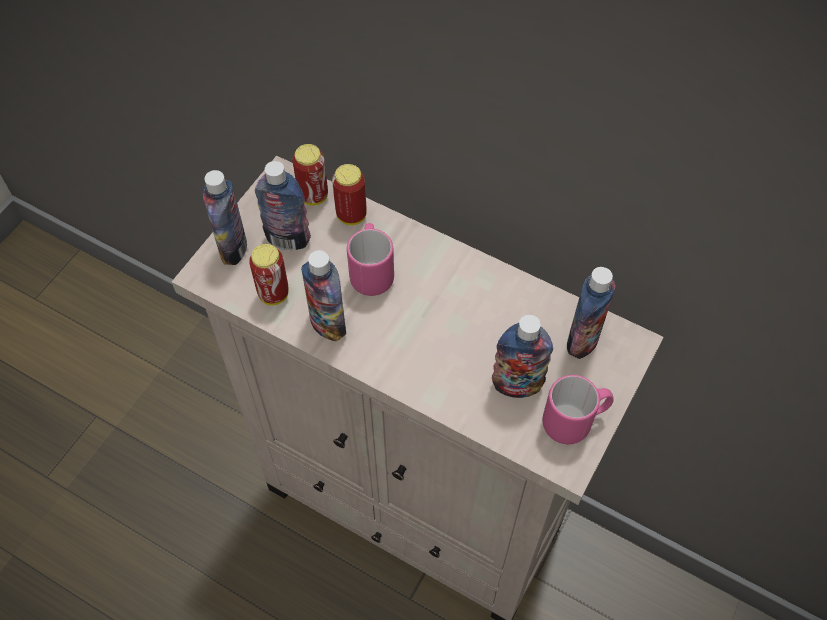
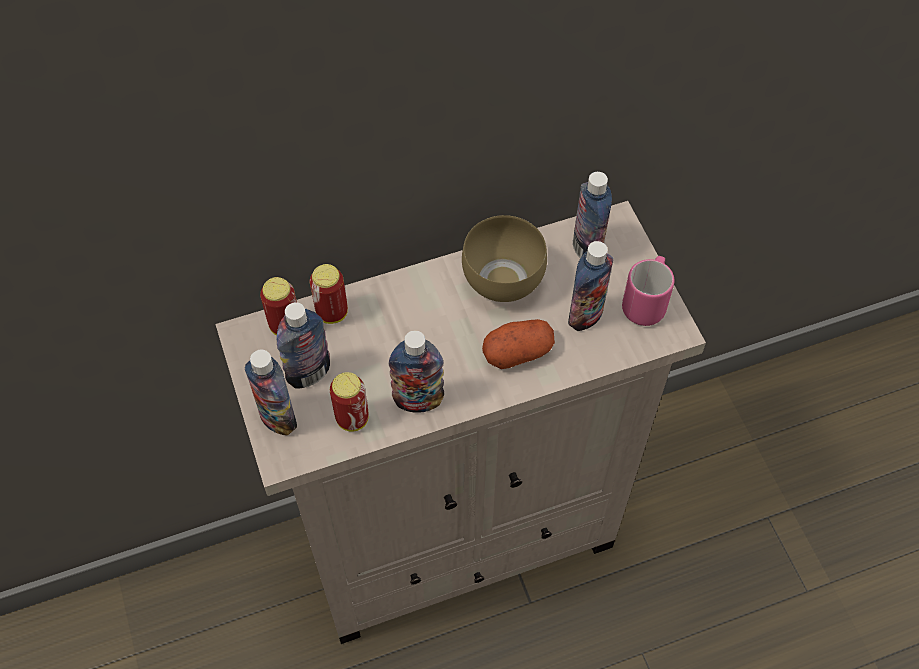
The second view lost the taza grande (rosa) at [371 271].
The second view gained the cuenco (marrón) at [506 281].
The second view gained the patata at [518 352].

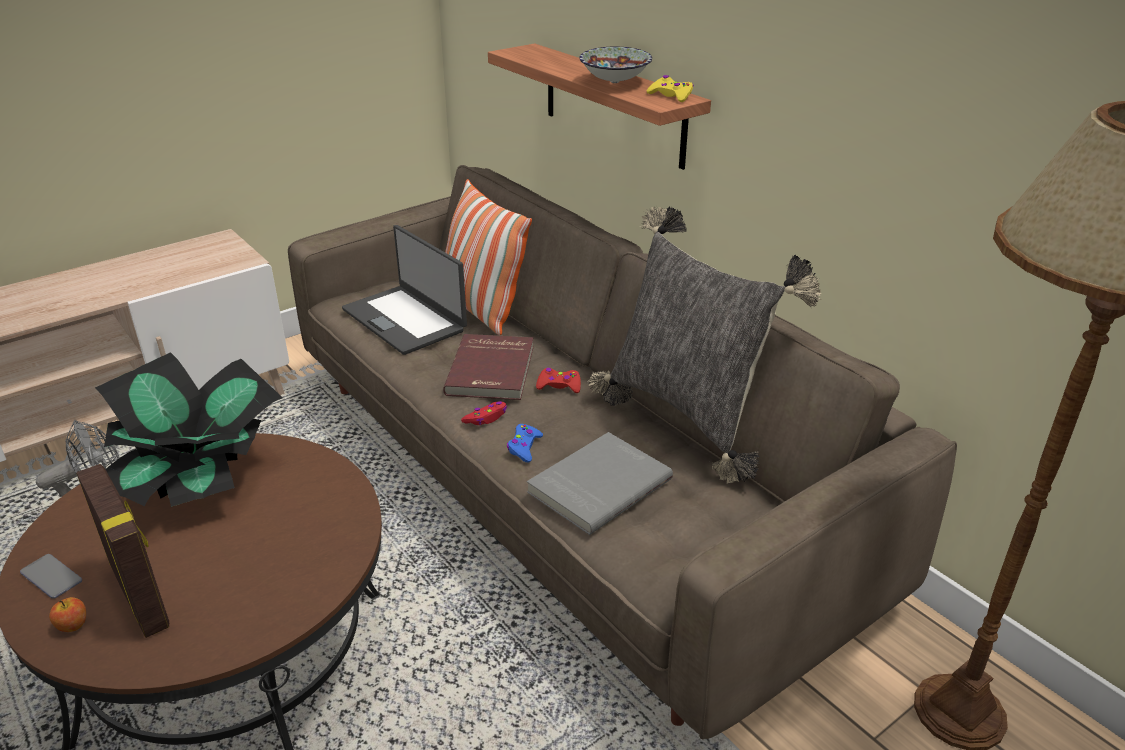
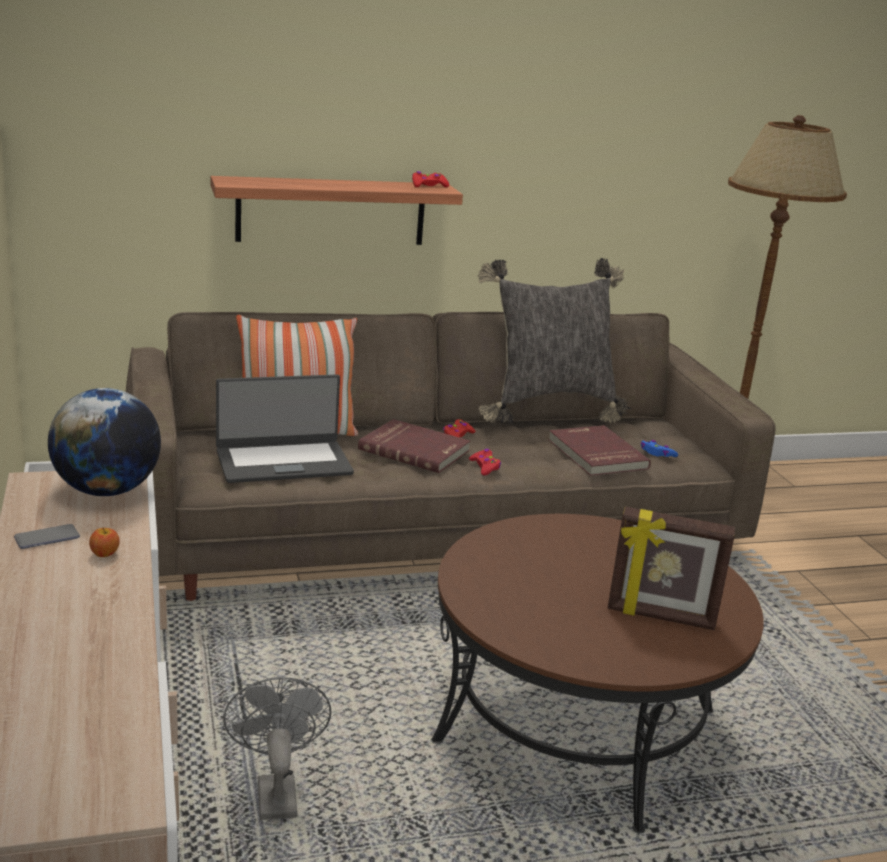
The móvil ended up elsewhere, having gone from [51 577] to [47 538].
The manzana ended up elsewhere, having gone from [72 625] to [105 554].
The portarretratos at [141 595] ended up facing another way, 150 degrees counterclockwise from before.
The second view lost the planta en maceta at [201 482].
The mando de consola (azul) ended up elsewhere, having gone from [524 447] to [657 453].
What was the libro (gris) at [598 485] turned into the libro (rojo) at [595 454].
The second view lost the cuenco at [614 82].
What was the mando de consola (amarillo) at [671 96] turned into the mando de consola (rojo) at [428 185].
The second view gained the globo terráqueo at [107 490].

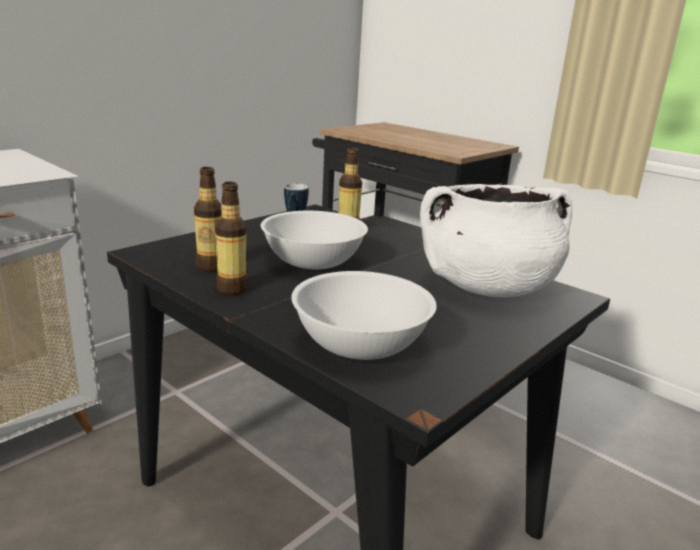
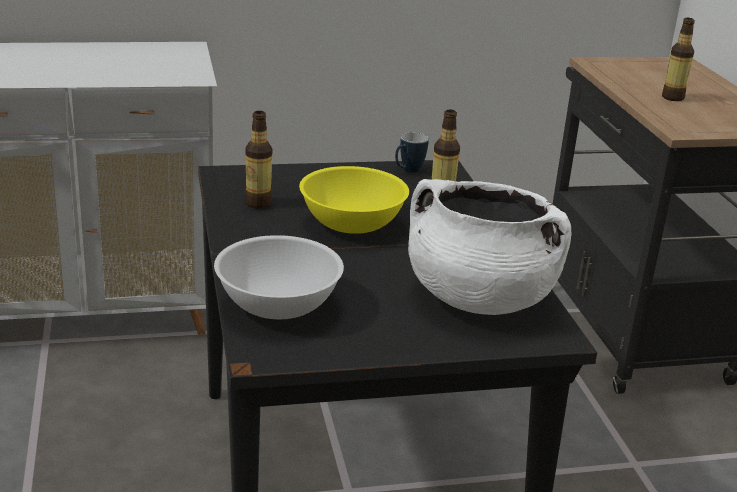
The botella ended up elsewhere, having gone from [232 289] to [672 98].
What was the cuenco (blanco) at [312 262] turned into the cuenco (amarillo) at [352 223].

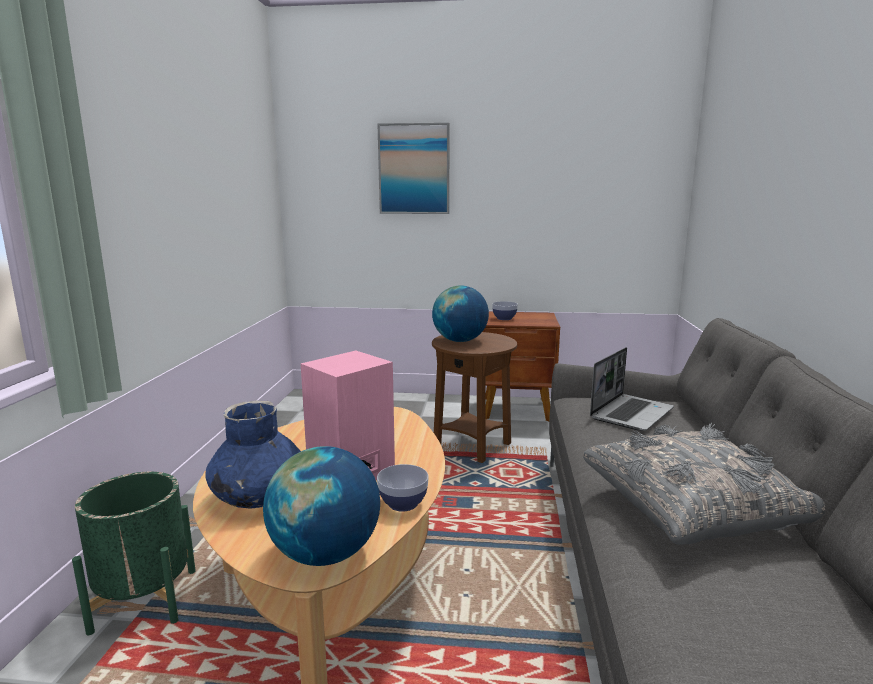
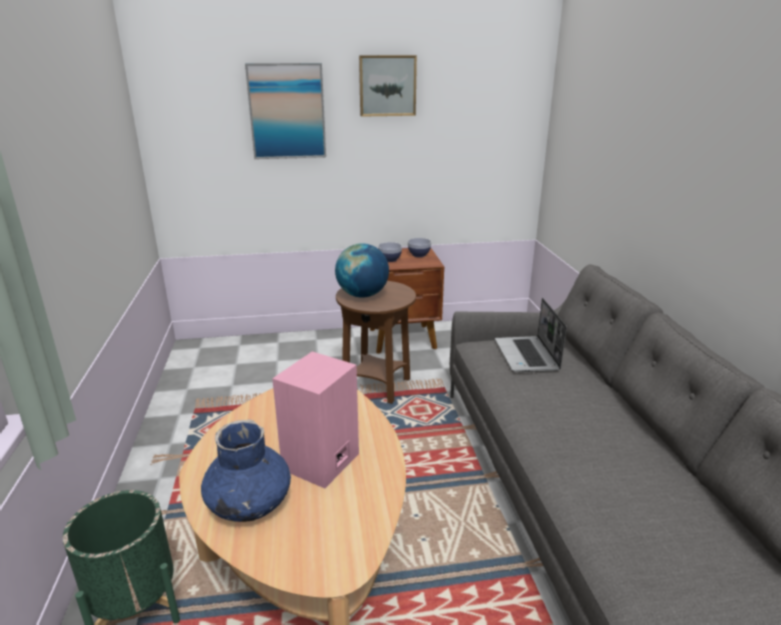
The second view lost the globo terráqueo at [325 554].
The cuenco ended up elsewhere, having gone from [403 503] to [419 255].
The second view lost the cojín (gris) at [690 512].
The portátil at [631 413] ended up facing another way, 150 degrees clockwise from before.
The second view gained the cuadro at [387 86].

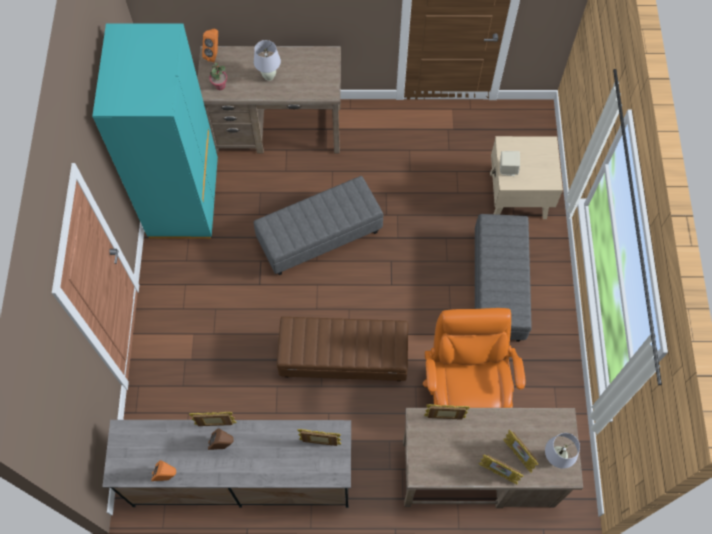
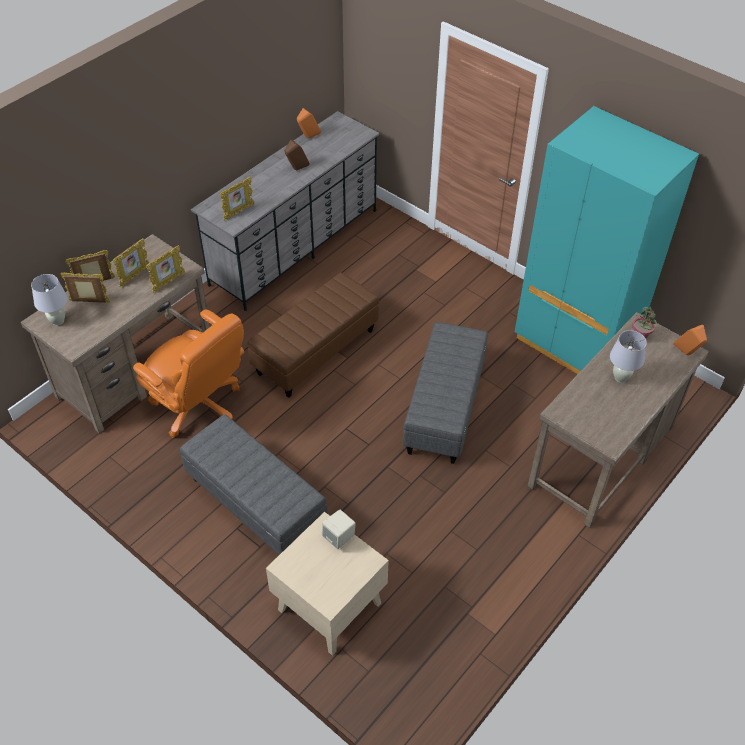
The portarretratos ended up elsewhere, having gone from [215 424] to [134 276].

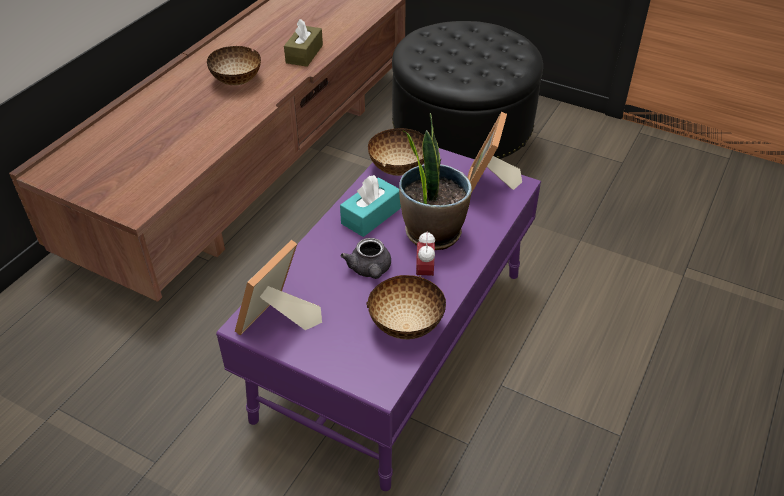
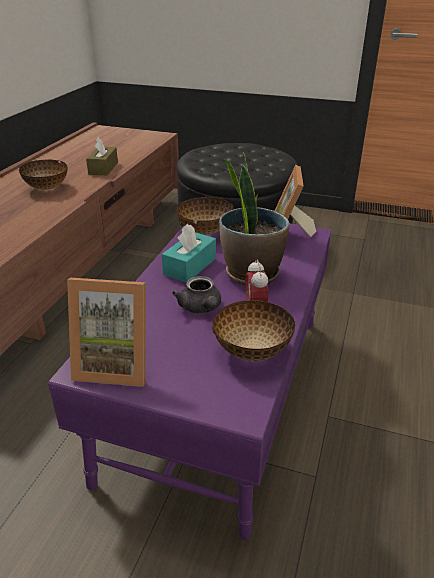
The portarretratos at [277 322] ended up facing another way, 105 degrees counterclockwise from before.

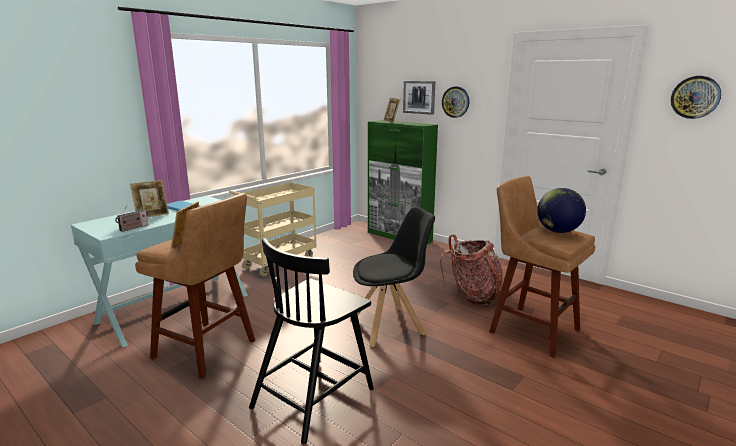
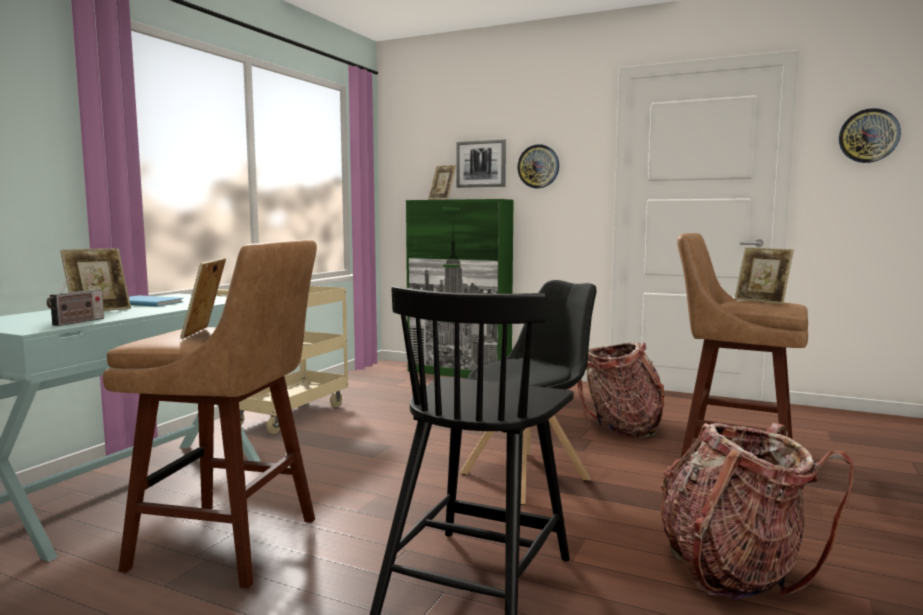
Where the globo terráqueo stood at [558 231], the portarretratos came to stand at [761 301].
The second view gained the mochila at [733 569].

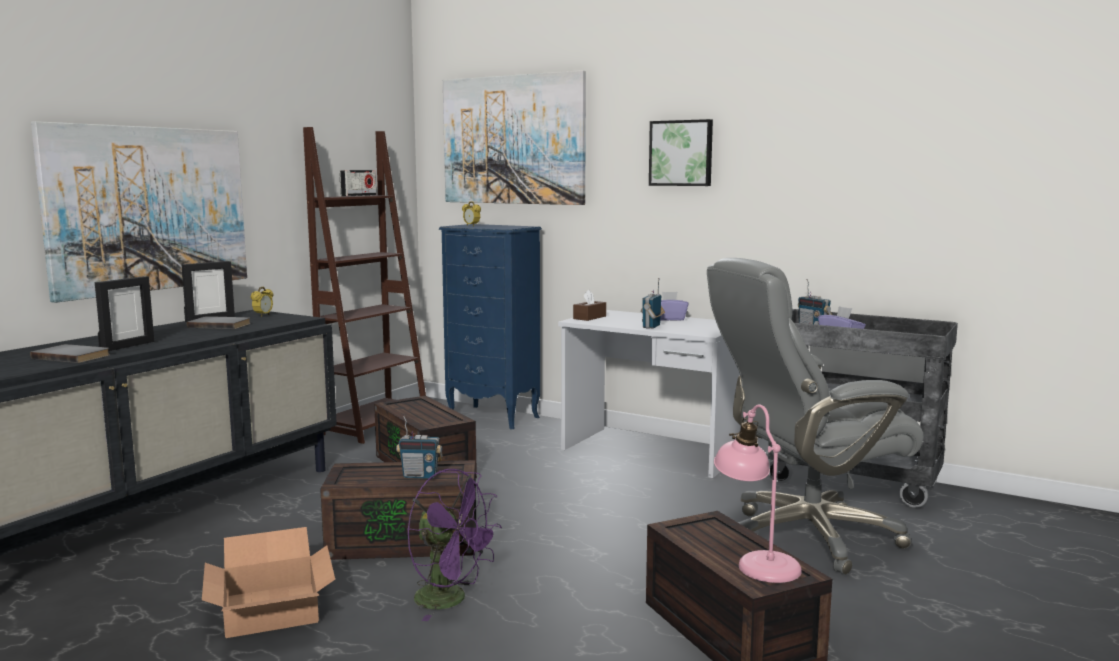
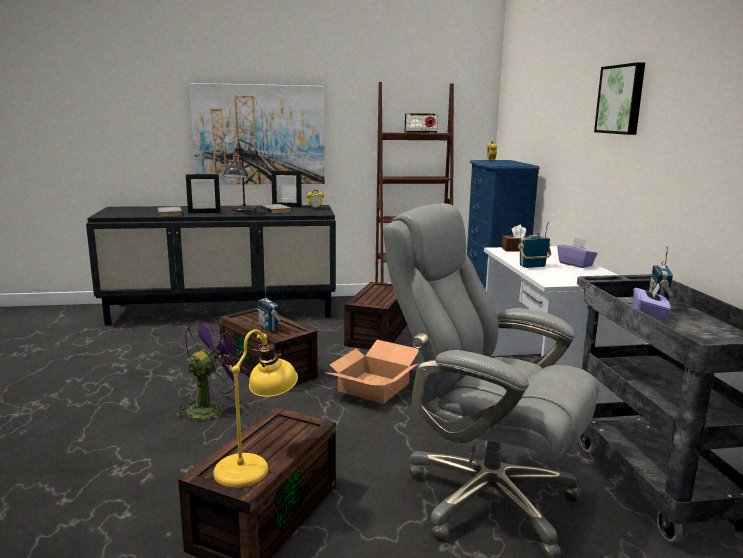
The caja de cartón ended up elsewhere, having gone from [269 608] to [373 386].
The ventilador (morado) at [451 600] ended up facing another way, 135 degrees counterclockwise from before.
The second view lost the cuadro at [513 140].
What was the lámpara de mesa (rosa) at [754 557] turned into the lámpara de mesa (amarillo) at [256 459].
The second view gained the lámpara de mesa (gris) at [241 211].

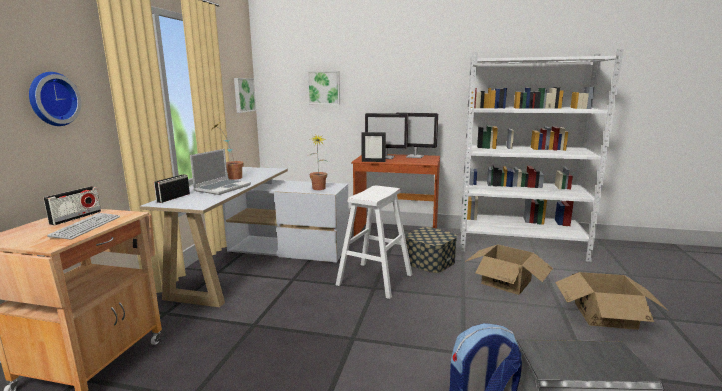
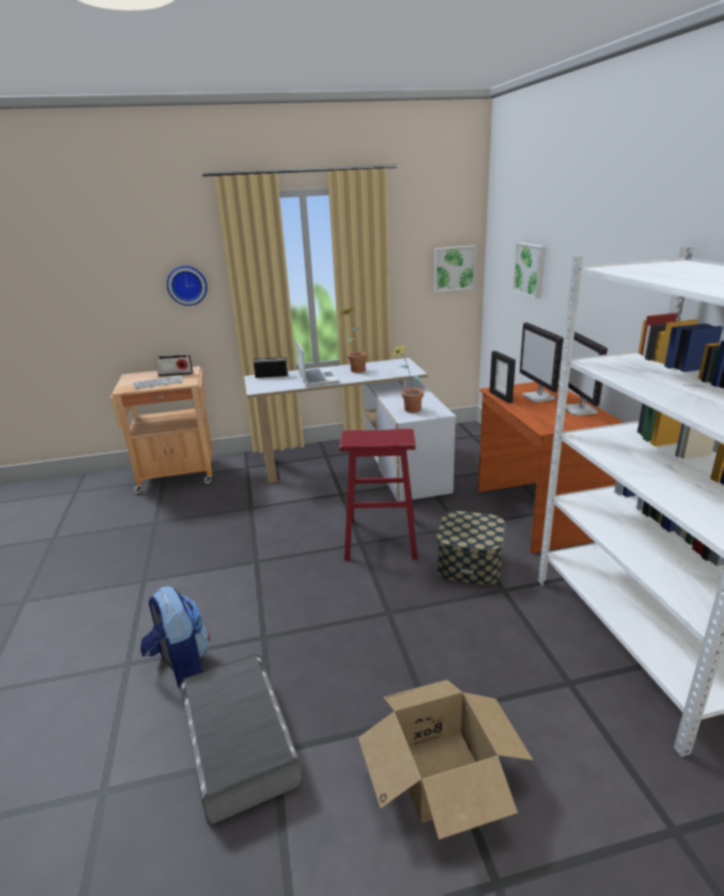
The portátil at [223 188] ended up facing another way, 105 degrees counterclockwise from before.
What was the taburete (blanco) at [374 279] turned into the taburete (rojo) at [380 538].
The second view lost the caja de cartón at [506 282].

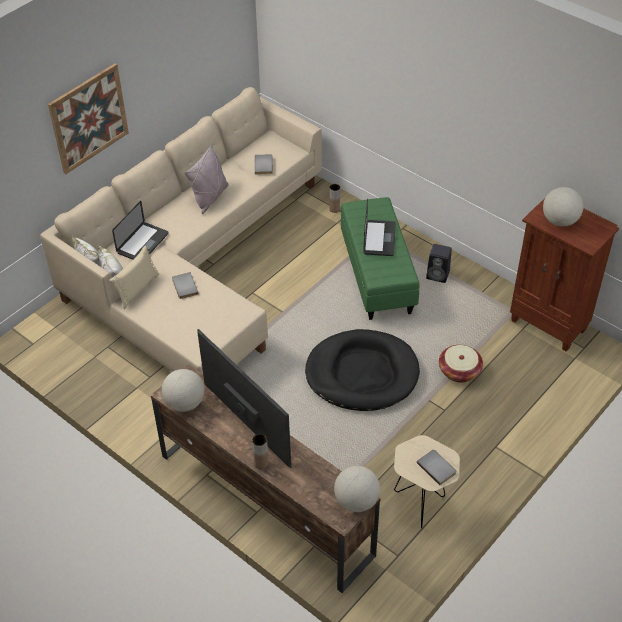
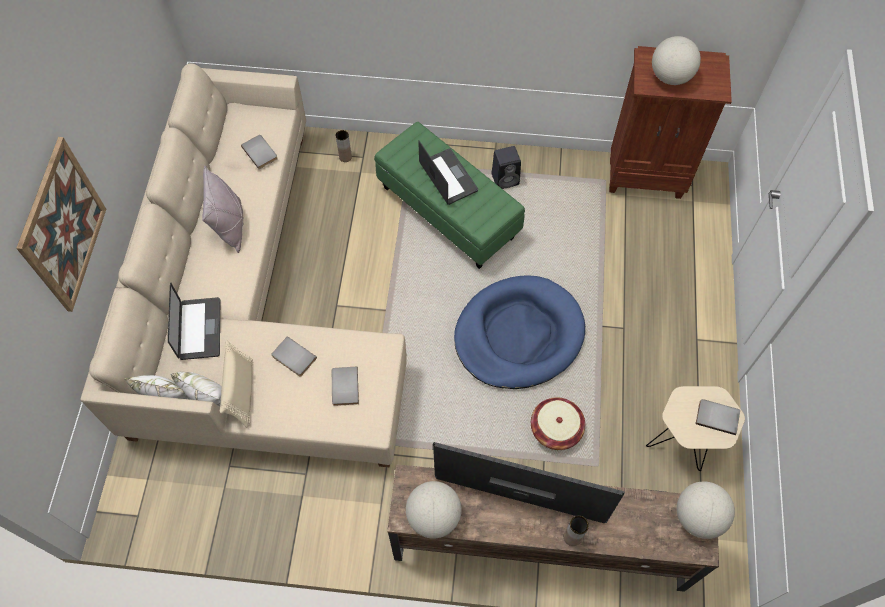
What was the cama para perro (negro) at [362 374] turned into the cama para perro (azul) at [518 335].
The cesta ended up elsewhere, having gone from [459 371] to [555 429].
The second view gained the libro (gris) at [343 387].

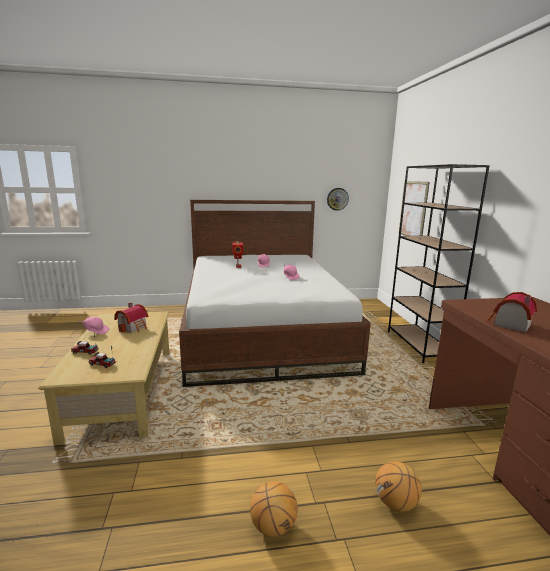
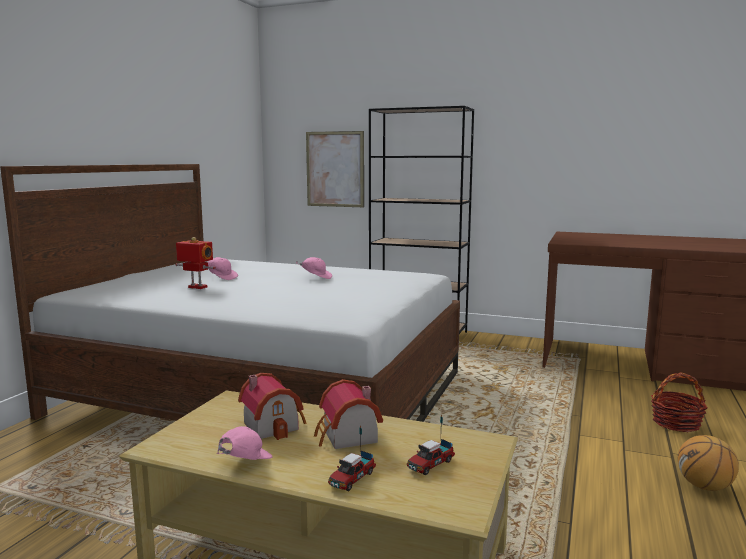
The second view lost the reloj de pared at [337 199].
Where the balón de baloncesto stood at [395 503], the cesta came to stand at [676 423].
The casita ended up elsewhere, having gone from [509 324] to [347 437].

